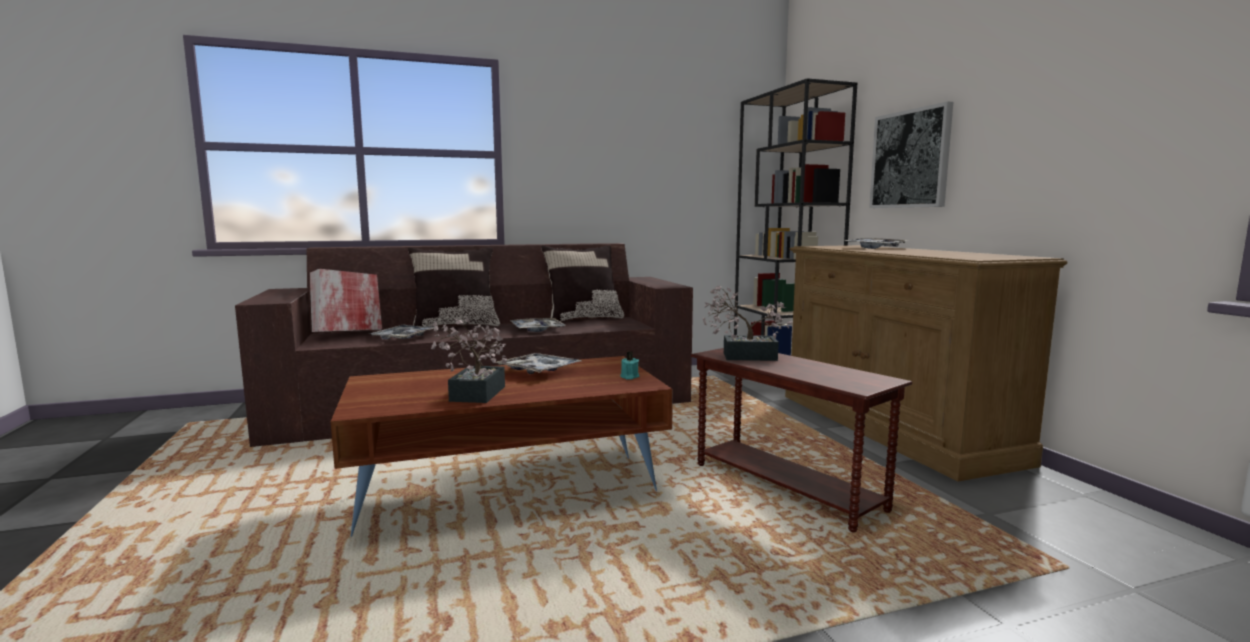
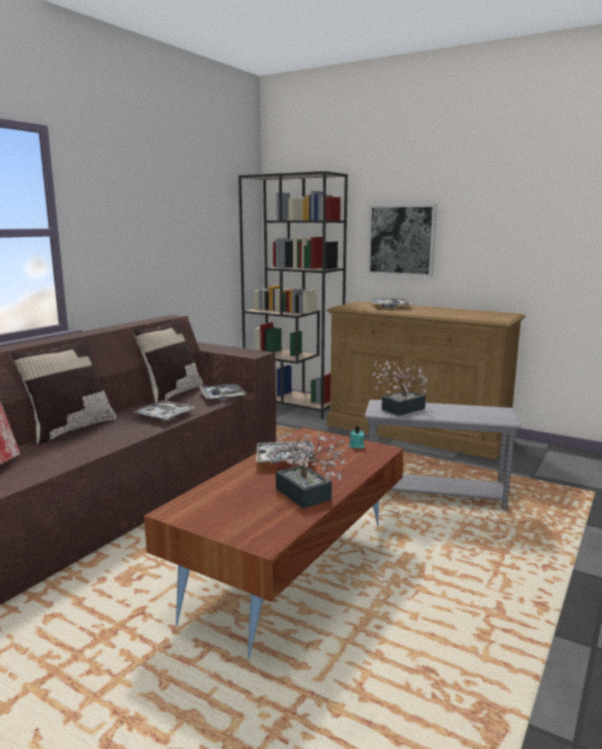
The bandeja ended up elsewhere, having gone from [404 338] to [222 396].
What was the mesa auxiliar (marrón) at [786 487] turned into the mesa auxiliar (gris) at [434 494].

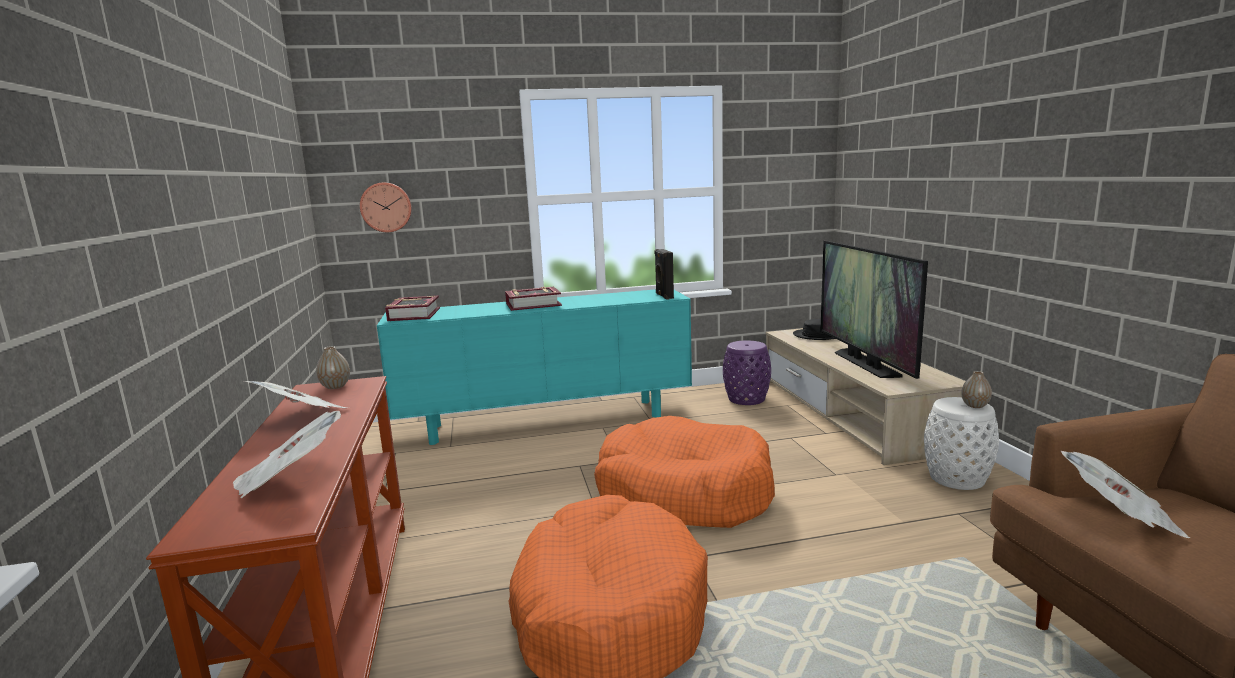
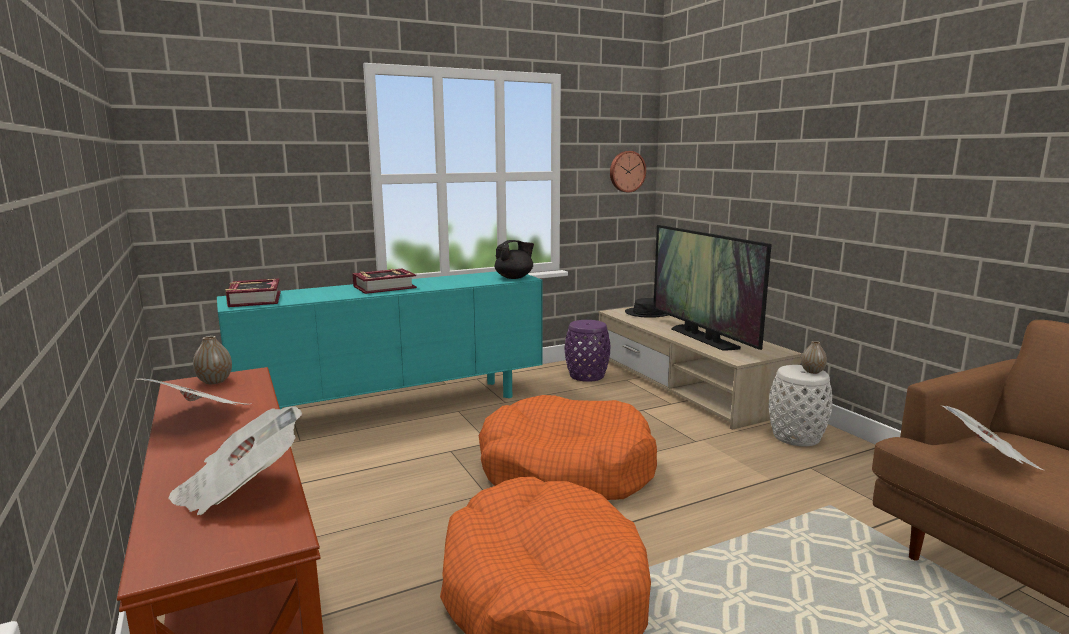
The reloj de pared ended up elsewhere, having gone from [386 207] to [626 171].
Where the altavoz (negro) stood at [663 296], the tetera (negro) came to stand at [514 277].

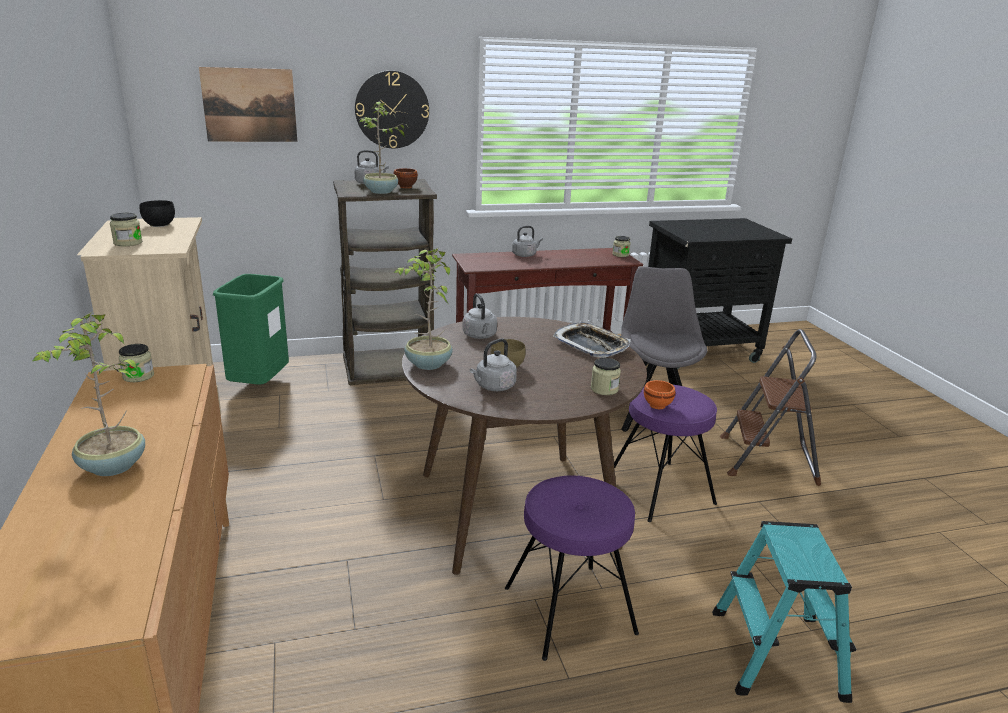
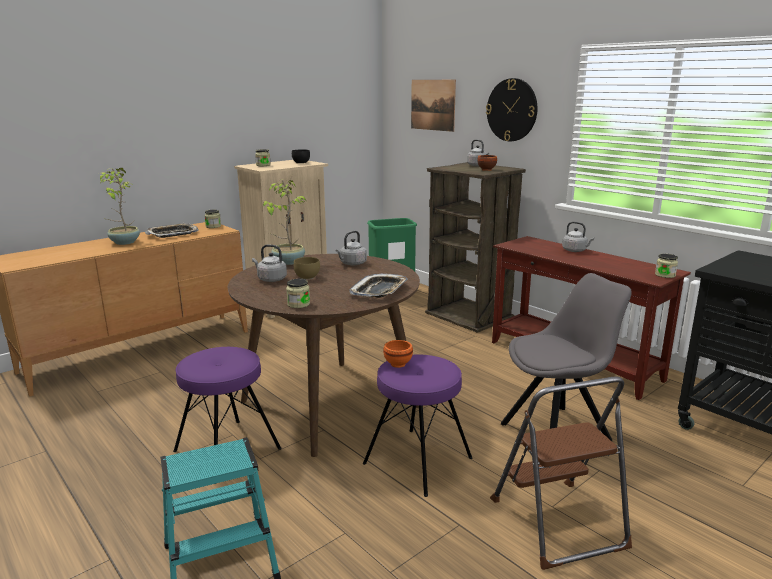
The second view lost the planta en maceta at [381 192].
The second view gained the bandeja at [173 234].

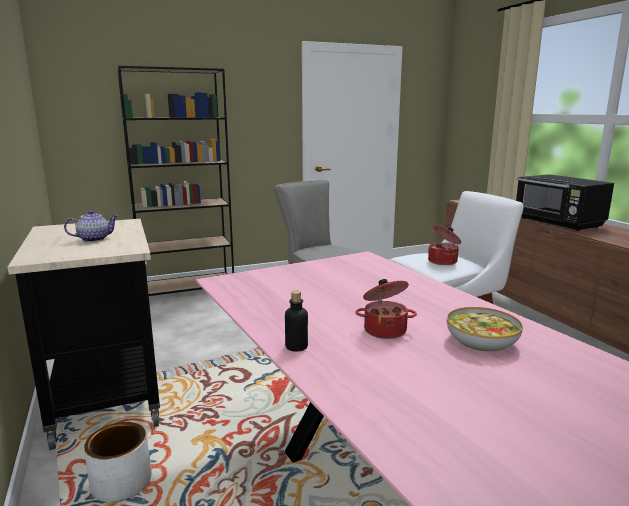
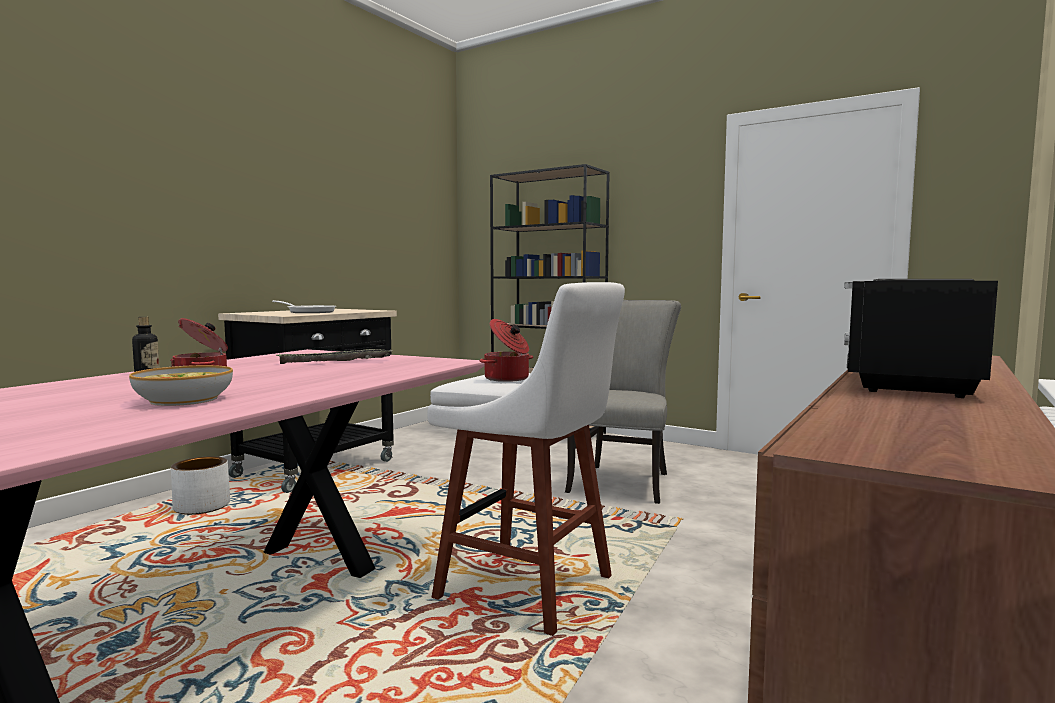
Where the tetera stood at [94 239], the sartén came to stand at [308 312].
The second view gained the bandeja at [336 362].

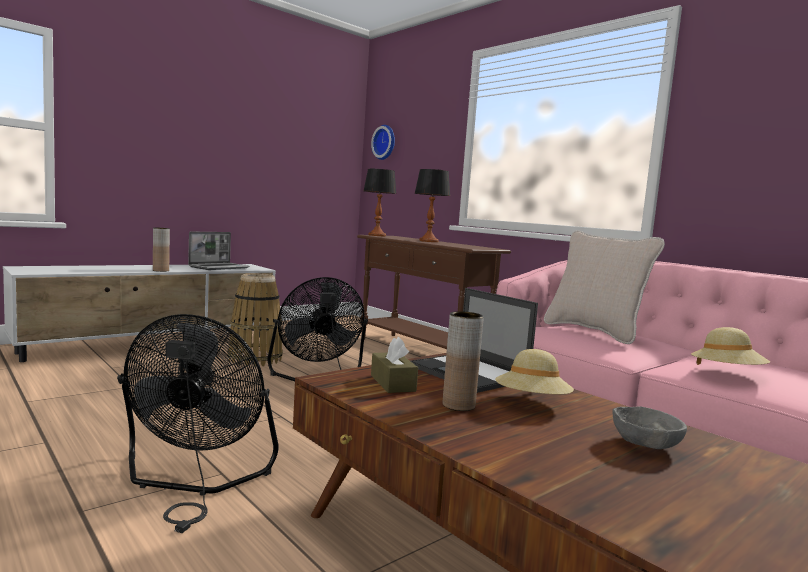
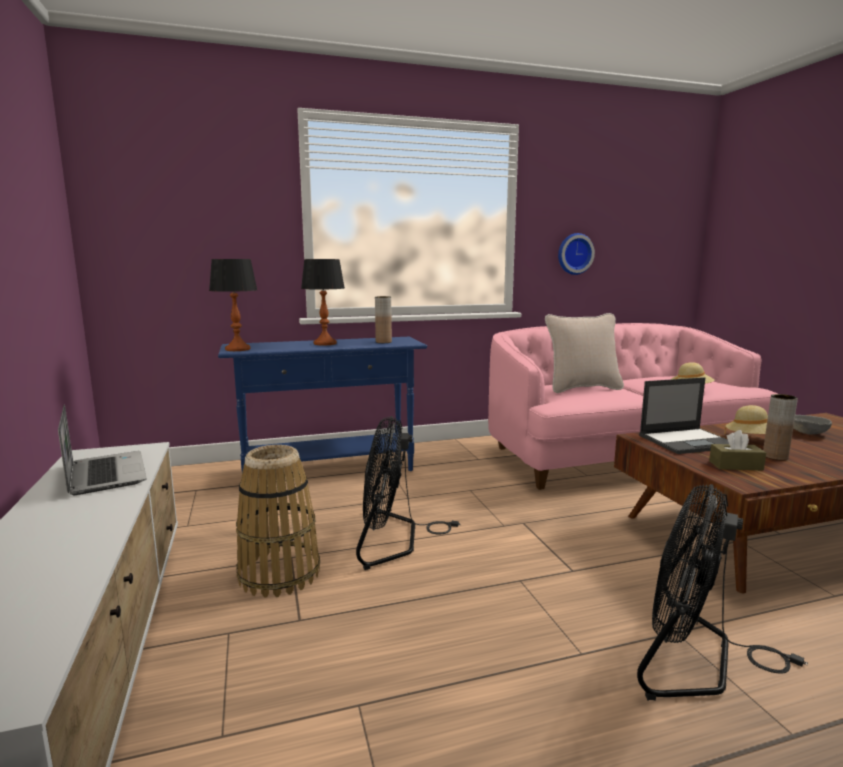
The florero (marrón) ended up elsewhere, having gone from [160 270] to [383 342].
What was the mesa consola (marrón) at [420 352] turned into the mesa consola (azul) at [329 470].
The reloj de pared ended up elsewhere, having gone from [385 142] to [574 254].

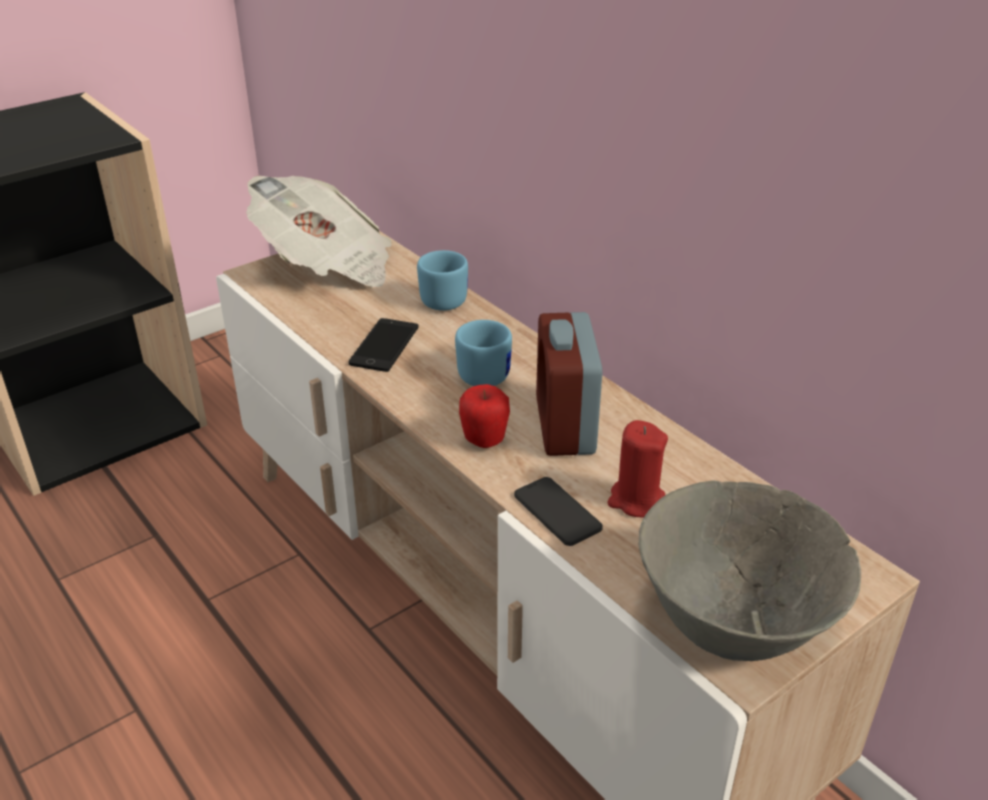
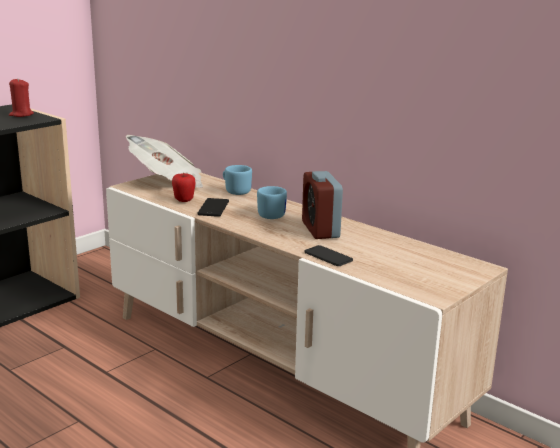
The manzana ended up elsewhere, having gone from [484 441] to [184 200].
The vela (rojo) ended up elsewhere, having gone from [636 500] to [21 115].
The second view lost the cuenco (gris) at [732 623].

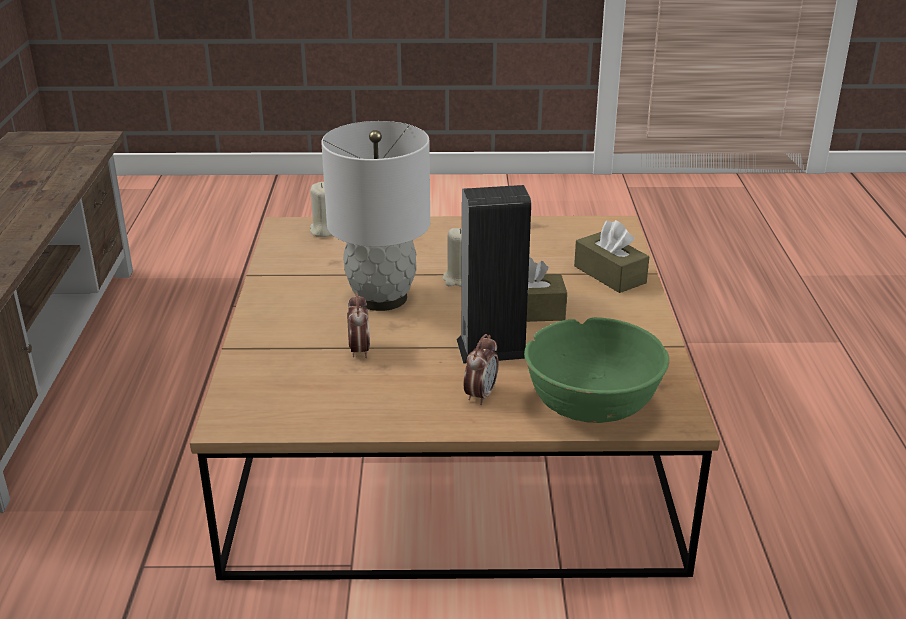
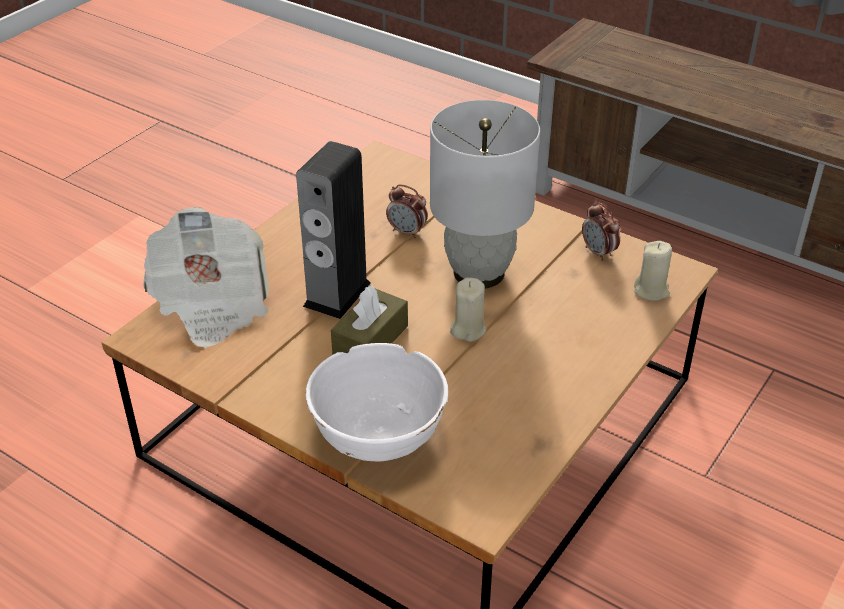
The despertador ended up elsewhere, having gone from [480 395] to [598 252].
Where the cuenco (verde) stood at [591 405], the periódico came to stand at [211 304].
Where the caja de pañuelos (marrón) stood at [609 274], the cuenco (blanco) came to stand at [378 434].

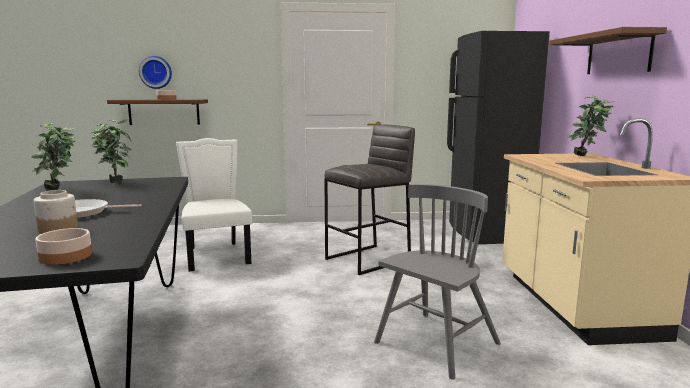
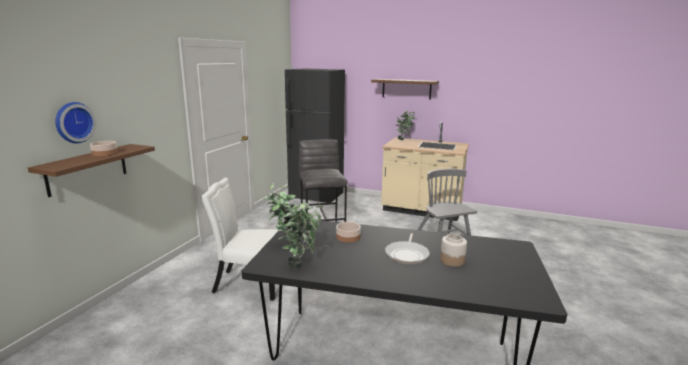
The cuenco ended up elsewhere, having gone from [65 256] to [347 237].

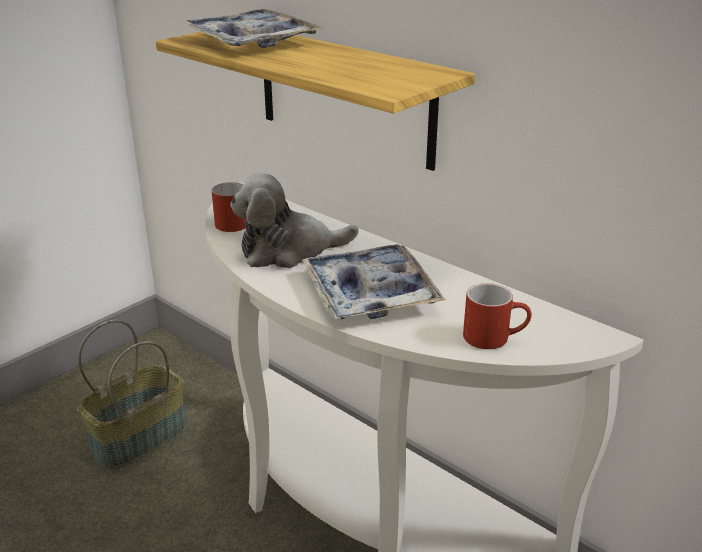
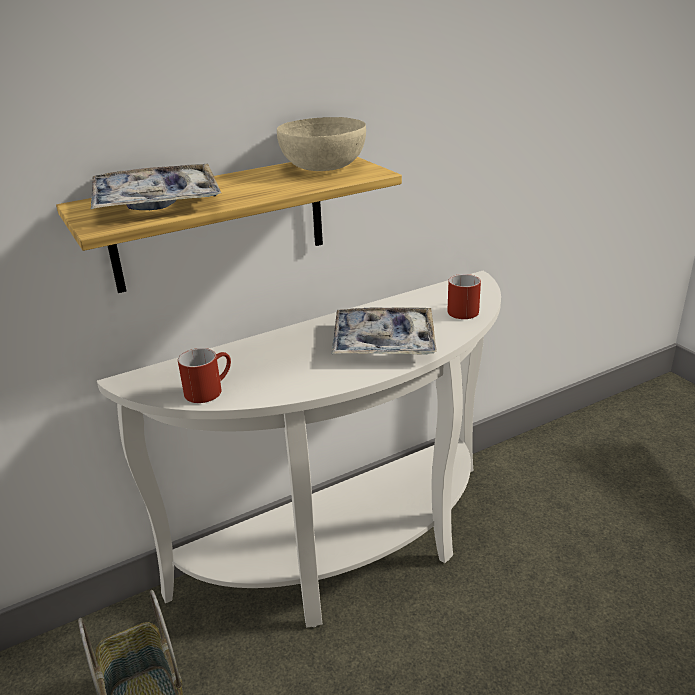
The second view lost the peluche at [289 251].
The second view gained the cuenco (beis) at [323 167].

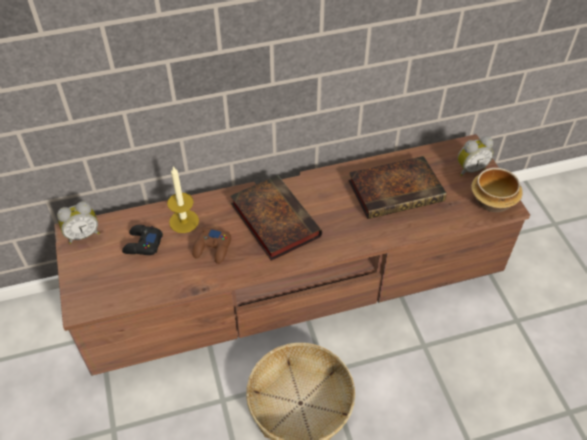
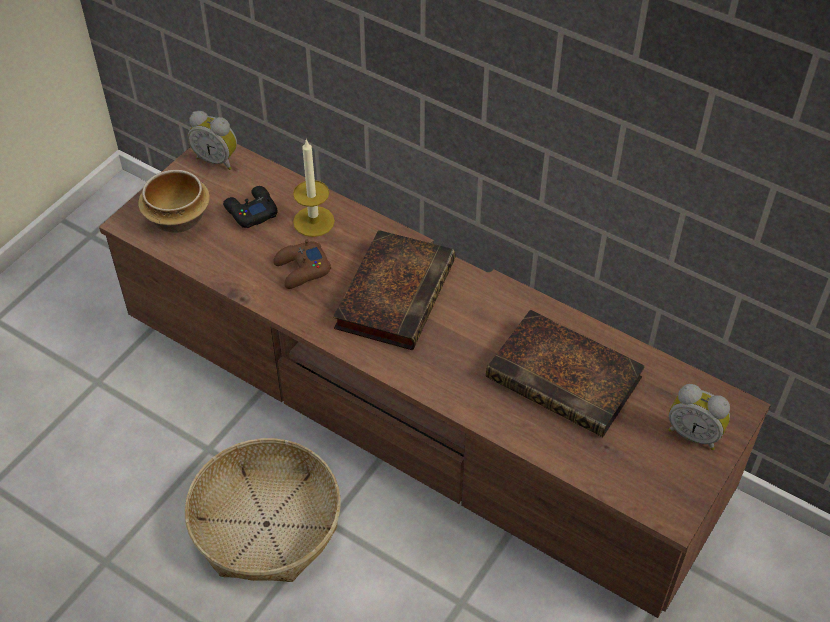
The cuenco ended up elsewhere, having gone from [492 202] to [176 219].

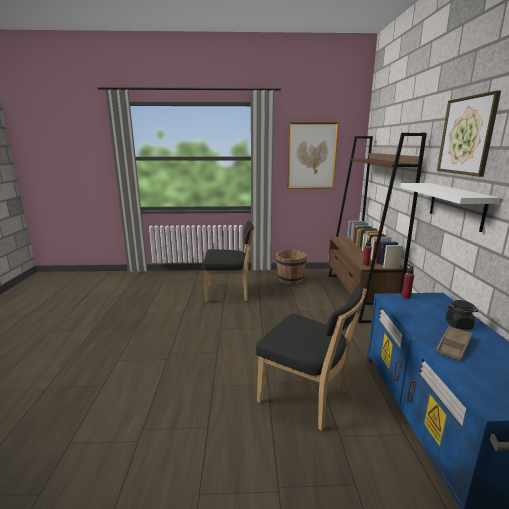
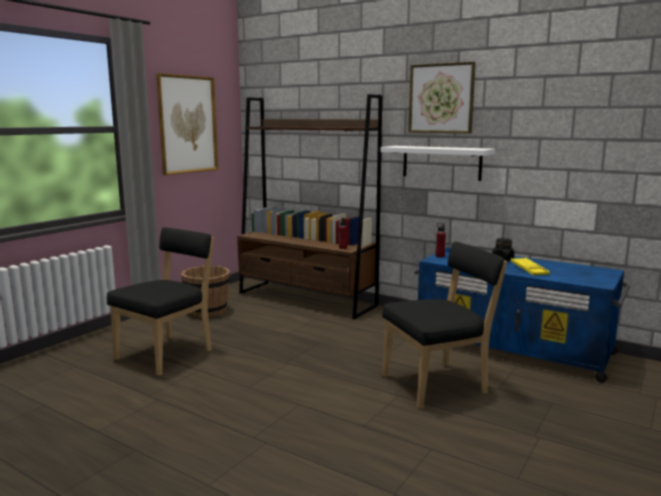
What was the bandeja (marrón) at [453 346] turned into the bandeja (amarillo) at [529 270].

